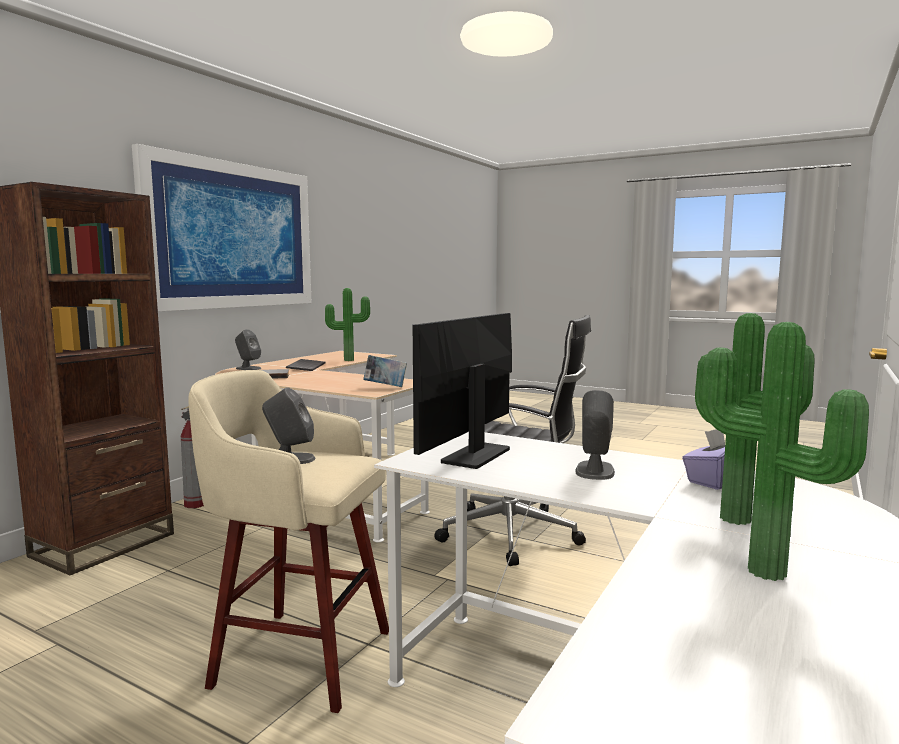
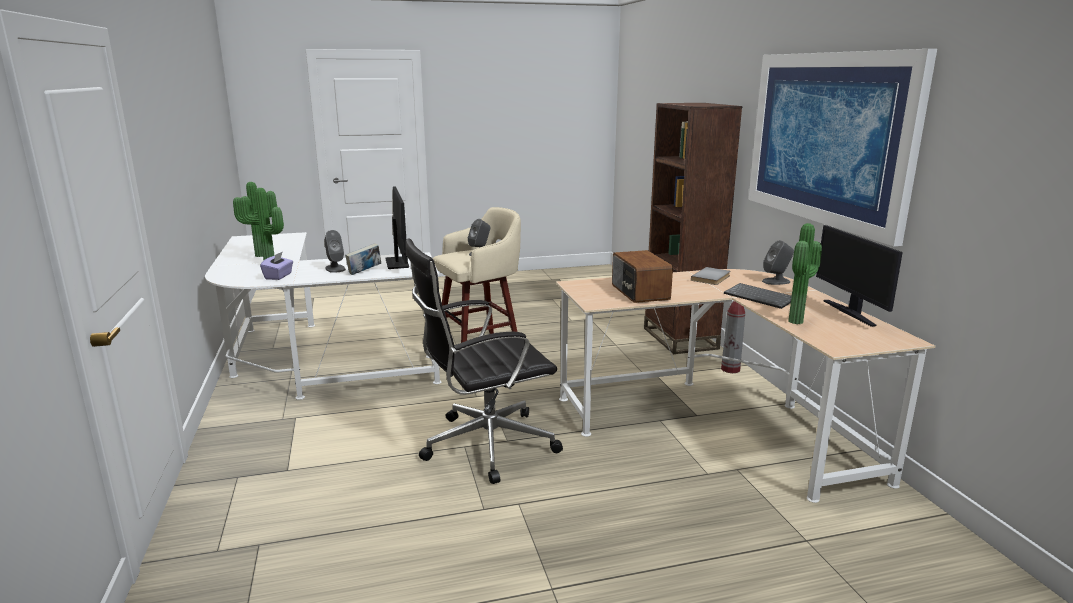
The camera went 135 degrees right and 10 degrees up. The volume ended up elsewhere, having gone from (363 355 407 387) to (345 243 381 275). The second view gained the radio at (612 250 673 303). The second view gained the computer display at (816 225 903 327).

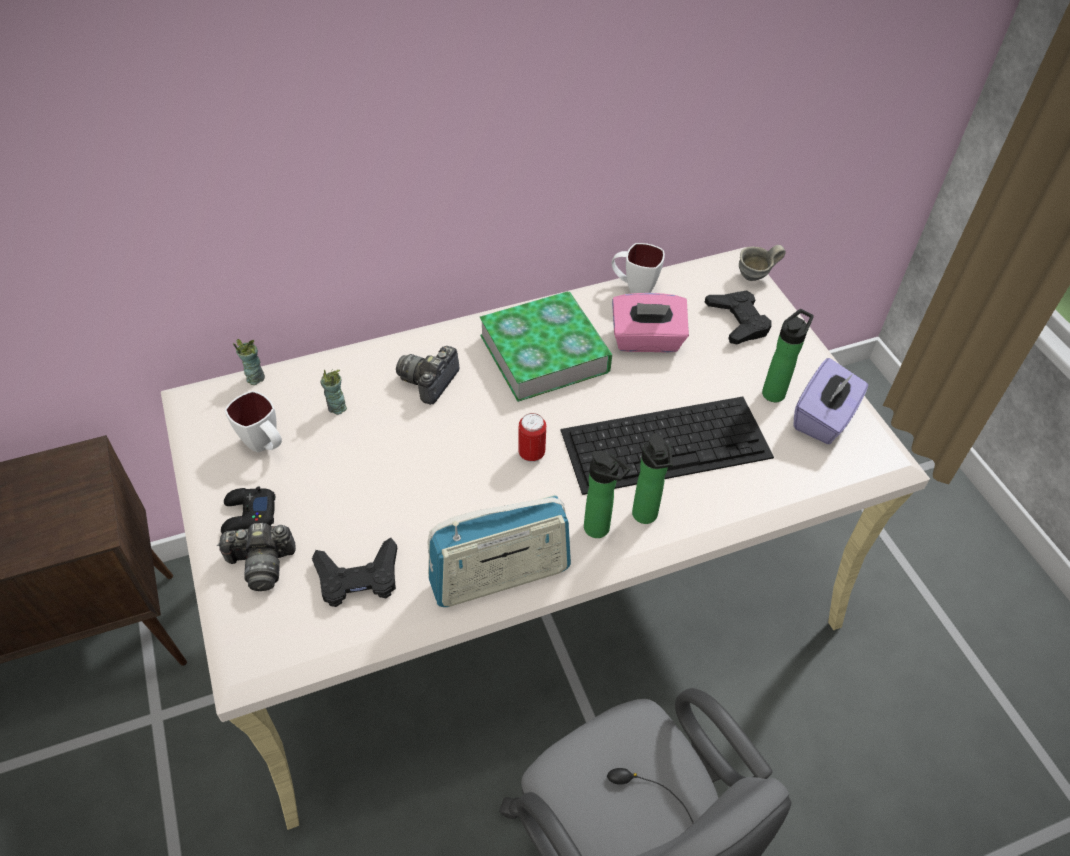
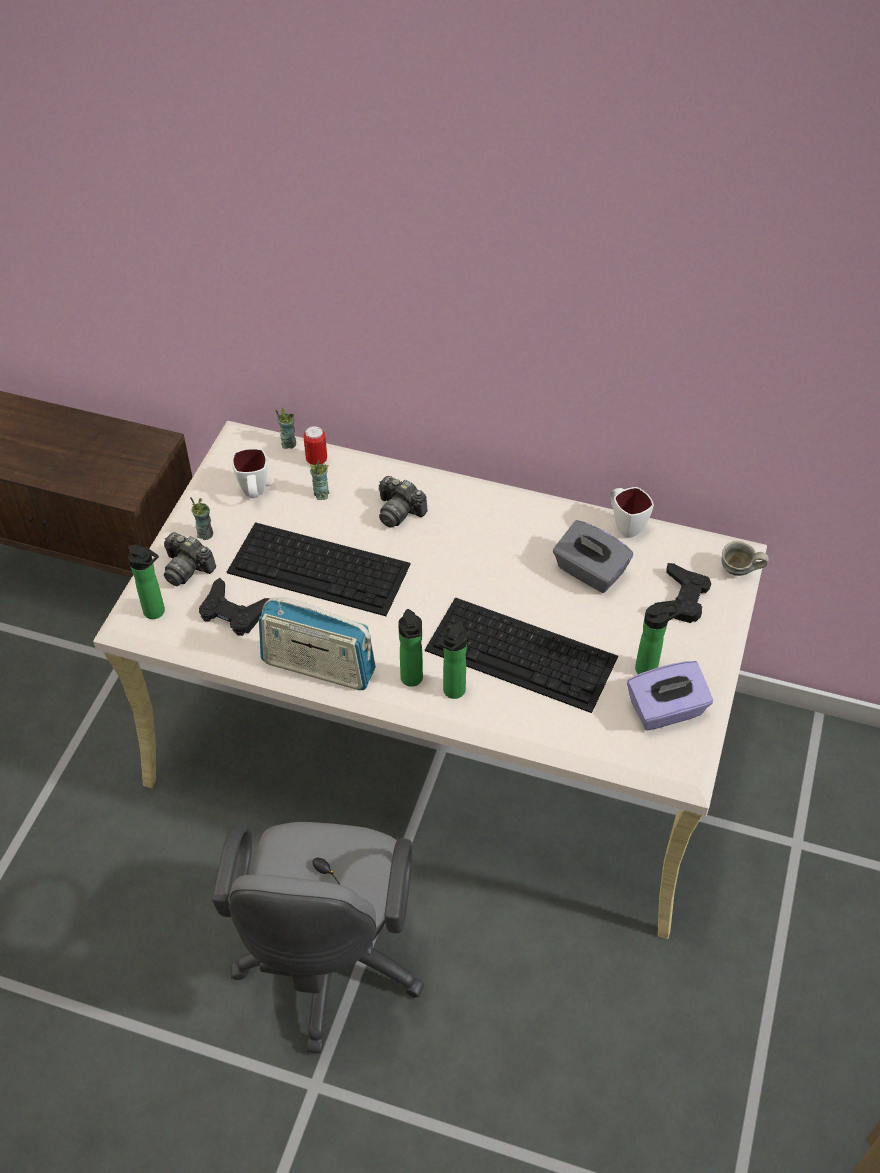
The camera went 40 degrees right and 0 degrees up. Where the joypad (black) stood at (221 486 275 534), the cup came to stand at (190 497 213 540). The still camera at (396 346 459 405) ended up facing another way, 120 degrees counterclockwise from before. The second view lost the volume at (480 291 612 402). The sealed can ended up elsewhere, having gone from (518 413 546 462) to (304 426 327 465). What was the tissue box (pink-coloured) at (612 293 689 352) turned into the tissue box (gray) at (553 520 633 593). The second view gained the beverage bottle at (128 545 165 619). The second view gained the keyboard at (227 522 411 616).

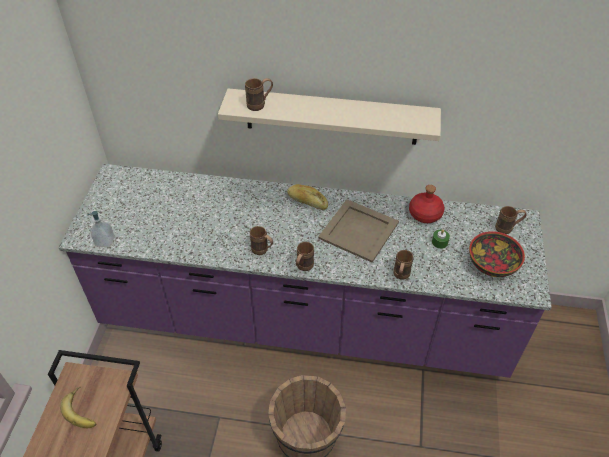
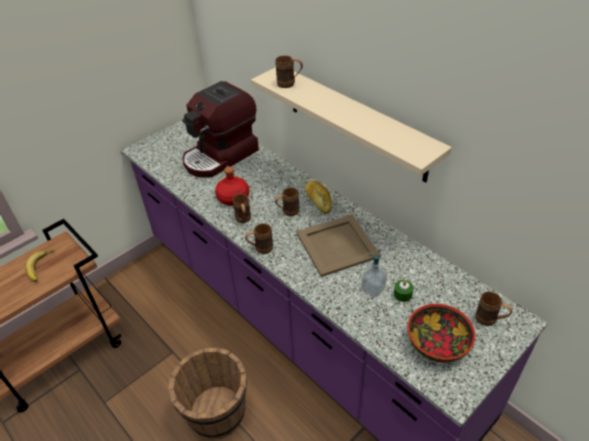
The camera went 40 degrees right and 5 degrees down. The soap bottle ended up elsewhere, having gone from (88 211 114 247) to (361 254 387 297). The mug (brown) ended up elsewhere, having gone from (394 250 414 280) to (275 187 299 216). The beverage bottle (red) ended up elsewhere, having gone from (409 185 444 223) to (215 167 249 206). The second view gained the coffee maker at (182 81 259 178).

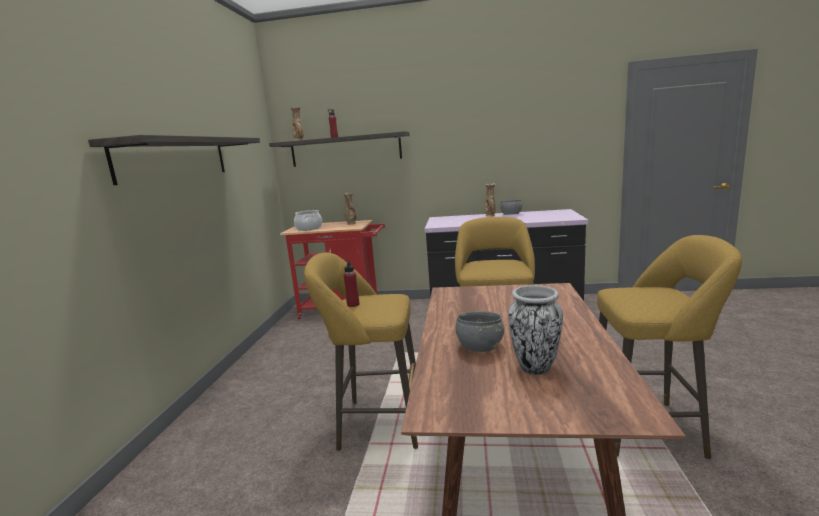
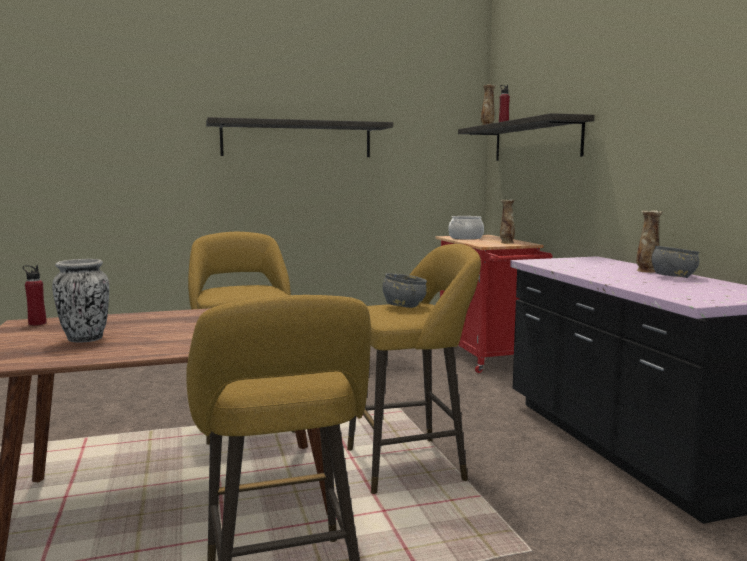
The camera went 65 degrees right and 5 degrees down. The beverage bottle (red) ended up elsewhere, having gone from (344 260 359 307) to (23 265 46 326). The serving bowl (gray) ended up elsewhere, having gone from (456 311 504 352) to (382 273 427 308).

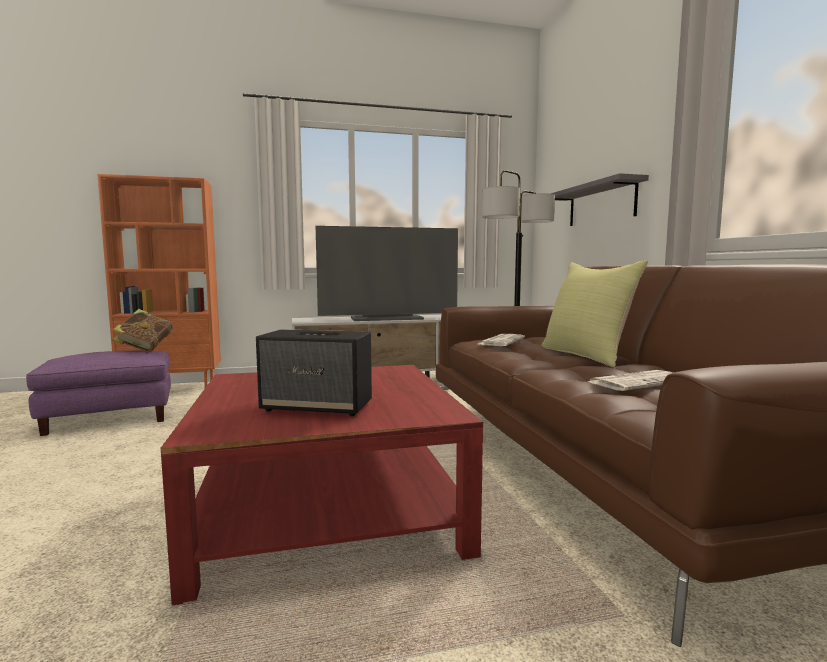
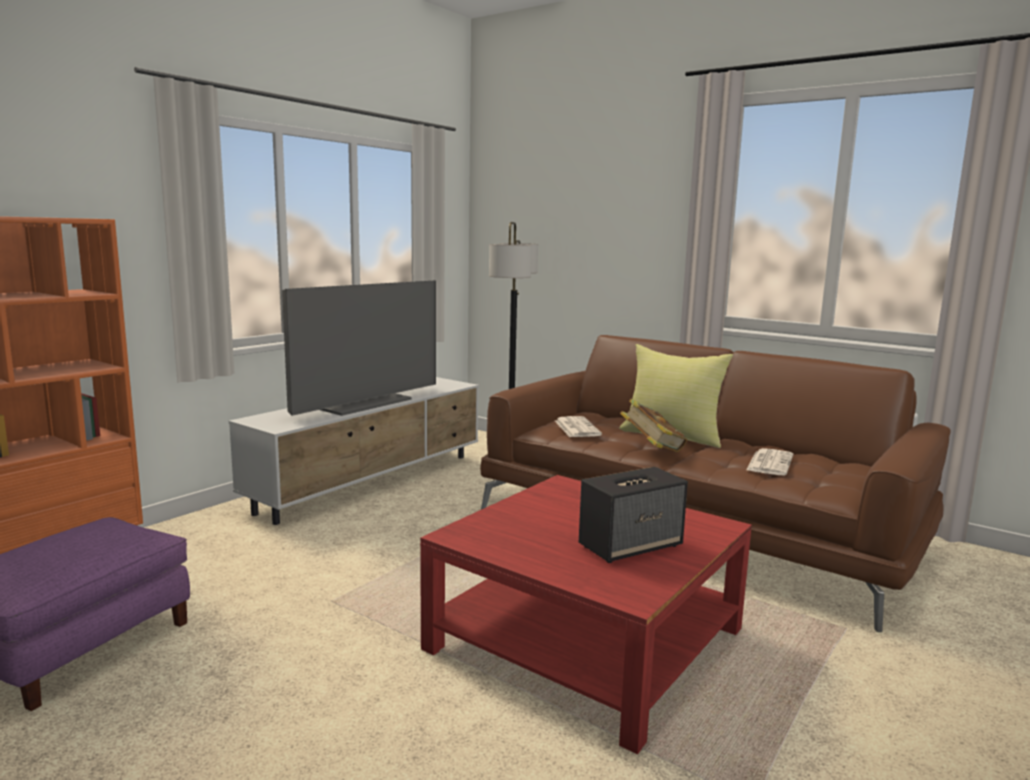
The camera went 40 degrees left and 5 degrees up. The volume ended up elsewhere, having gone from (112 309 173 352) to (620 399 687 452). The second view lost the bracket shelf (gray) at (550 173 649 226).

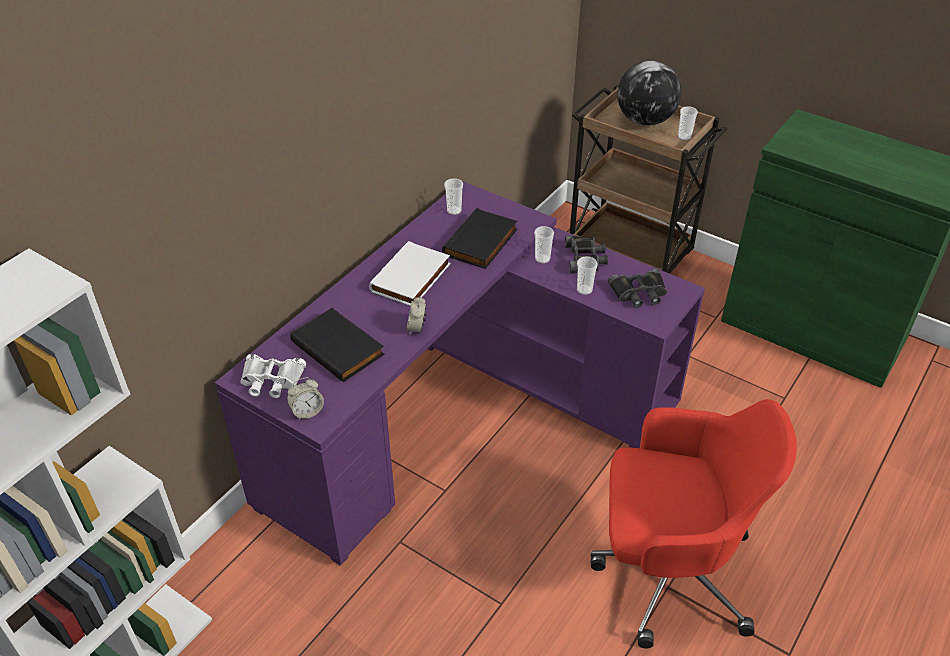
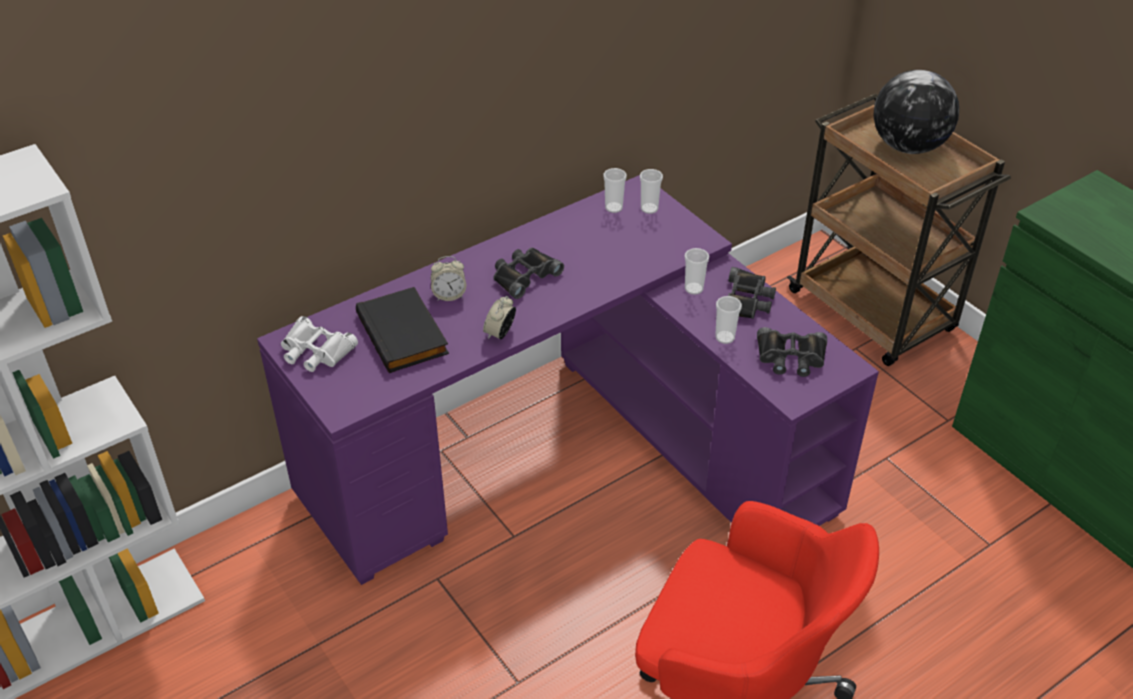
The camera went 20 degrees right and 0 degrees up. The alarm clock ended up elsewhere, having gone from (287 377 324 419) to (431 256 466 301). Where the volume (white-coloured) stood at (369 241 450 306), the binoculars (black) came to stand at (493 247 564 299). The second view lost the volume (black) at (442 208 517 269). The cup ended up elsewhere, having gone from (678 106 698 141) to (640 169 663 214).

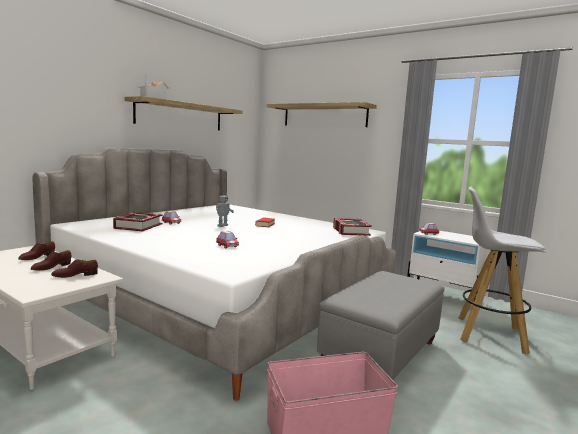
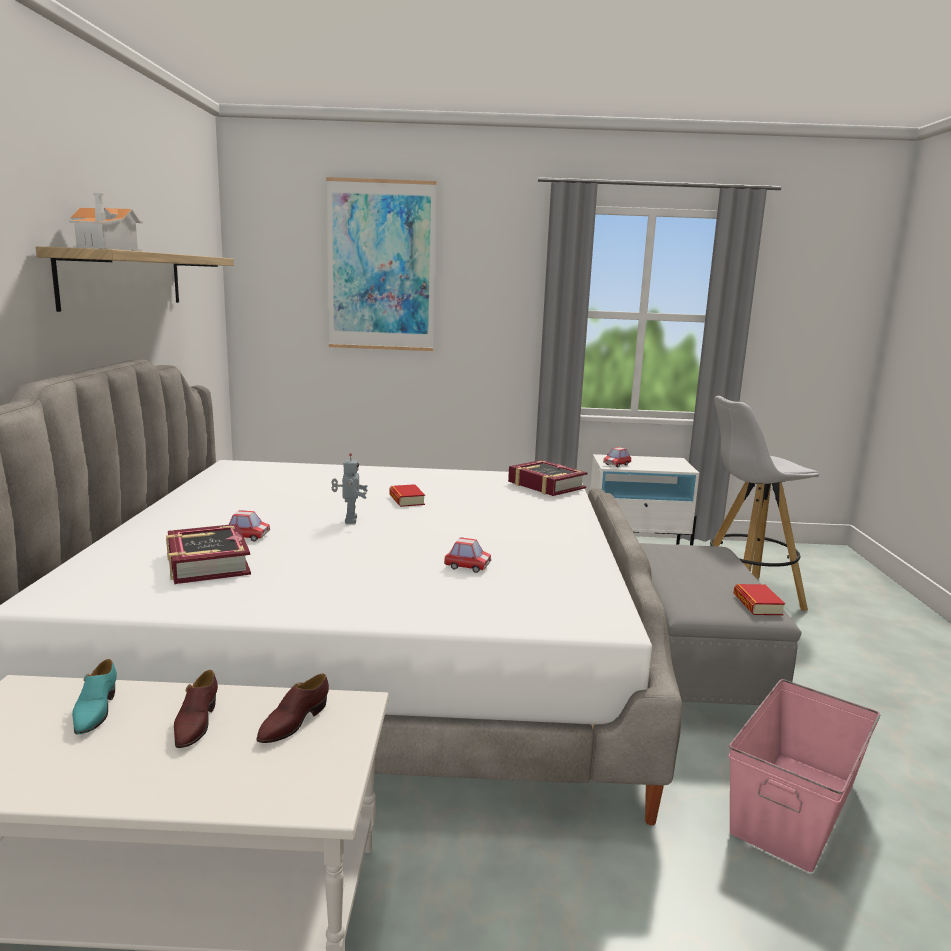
The camera went 35 degrees left and 5 degrees up. What was the shoe (brown) at (18 241 55 260) turned into the shoe (blue-green) at (72 659 117 735). Where the bracket shelf hung at (267 102 377 127), the wall picture came to hang at (326 177 437 351). The second view gained the volume at (734 584 785 615).

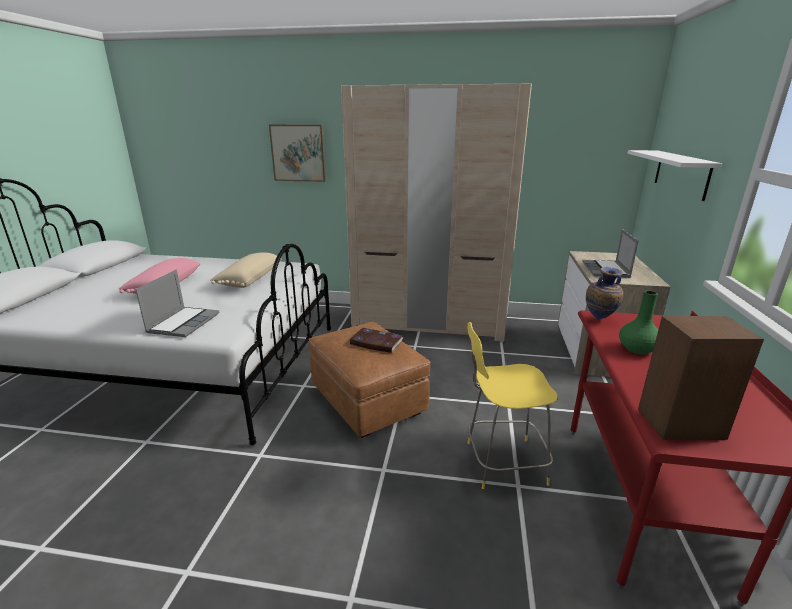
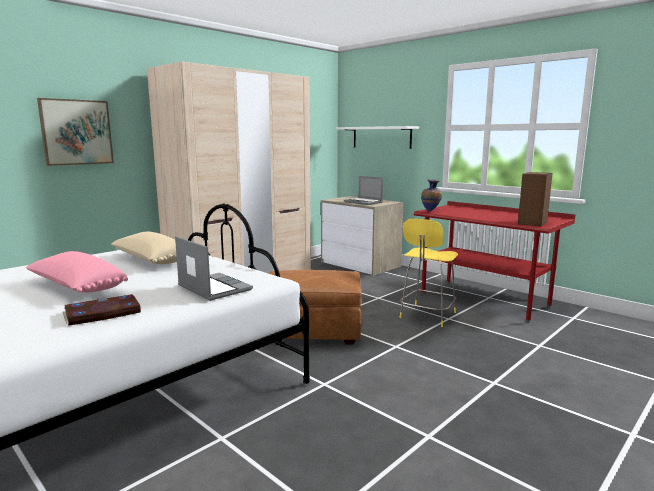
The camera went 55 degrees left and 10 degrees down. The volume ended up elsewhere, having gone from (349 328 403 353) to (63 294 142 326). The second view lost the flower vase (greenish) at (619 290 658 355).

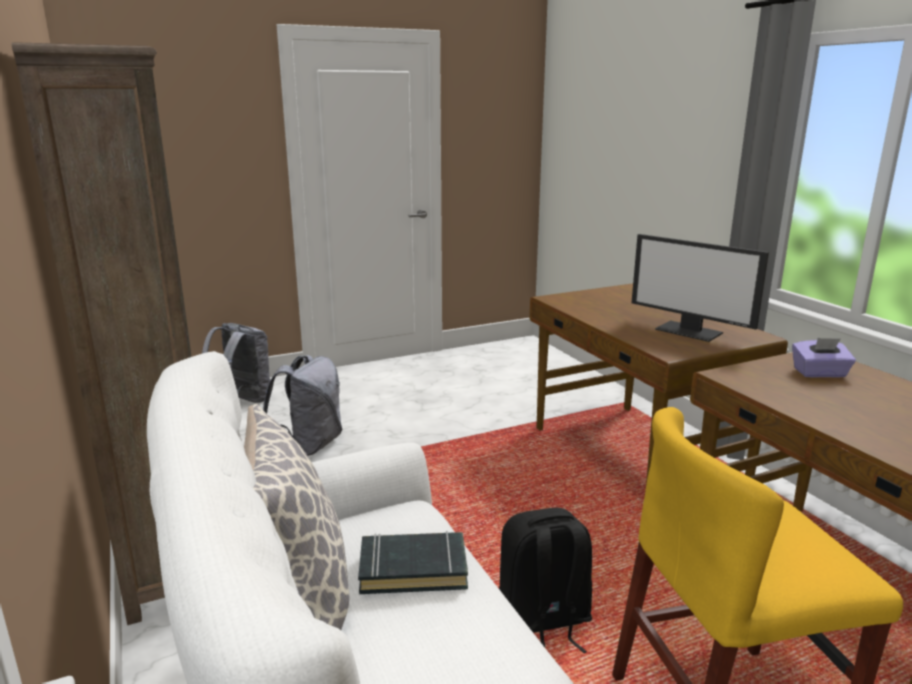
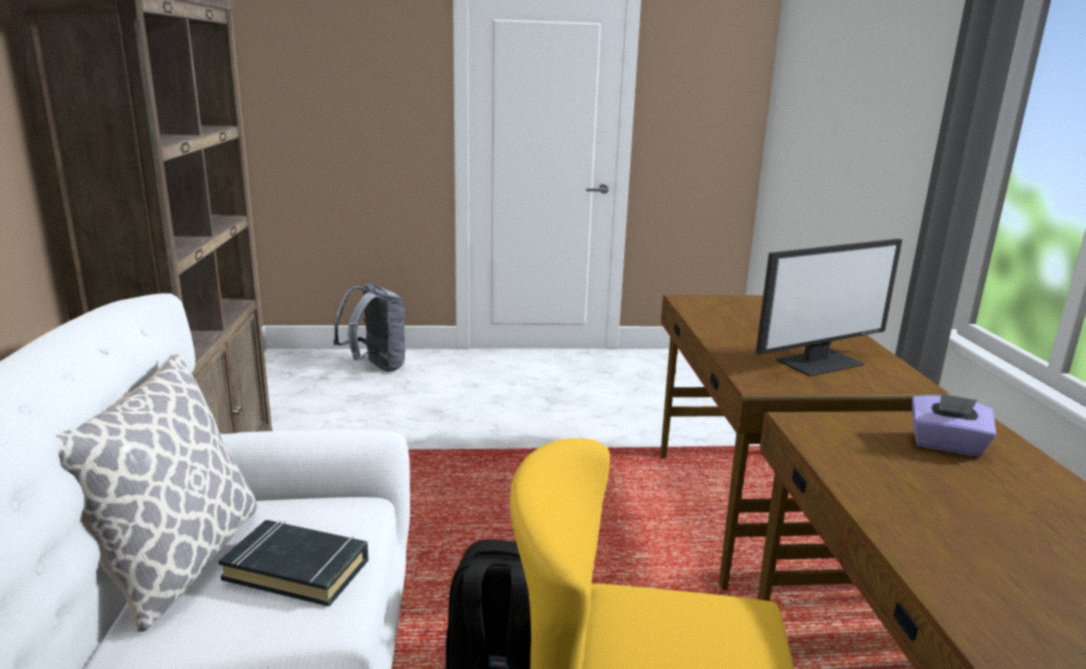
The camera went 20 degrees right and 0 degrees up. The second view lost the rucksack (gray) at (263 355 342 456). The computer display at (632 234 769 342) ended up facing another way, 90 degrees counterclockwise from before.

